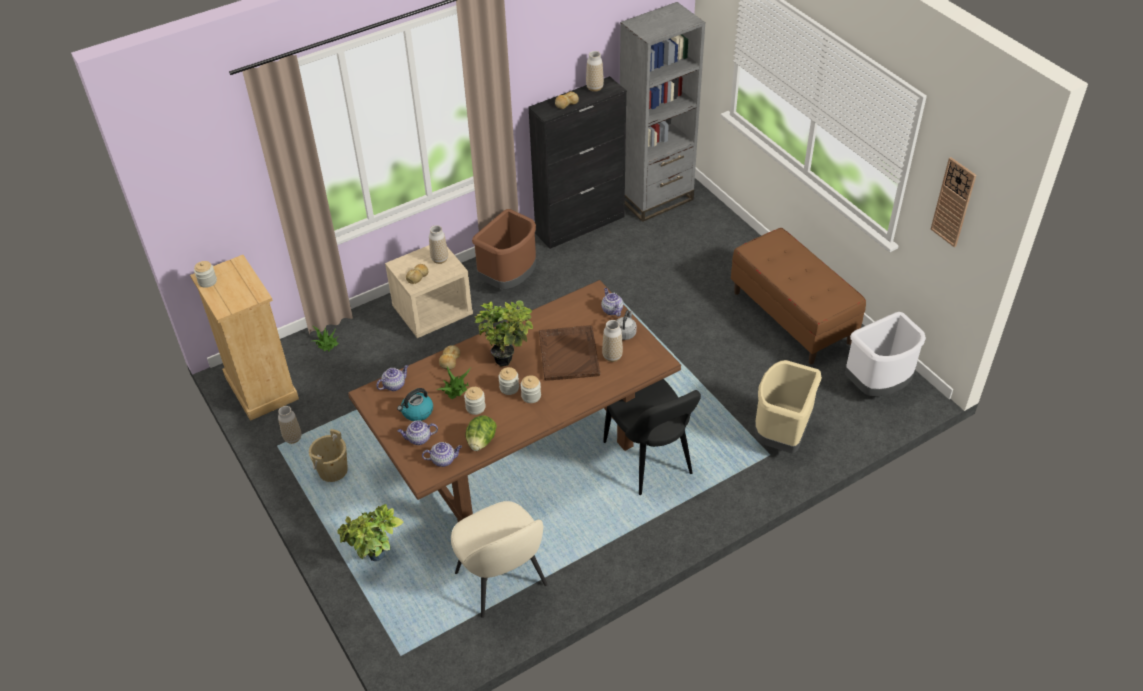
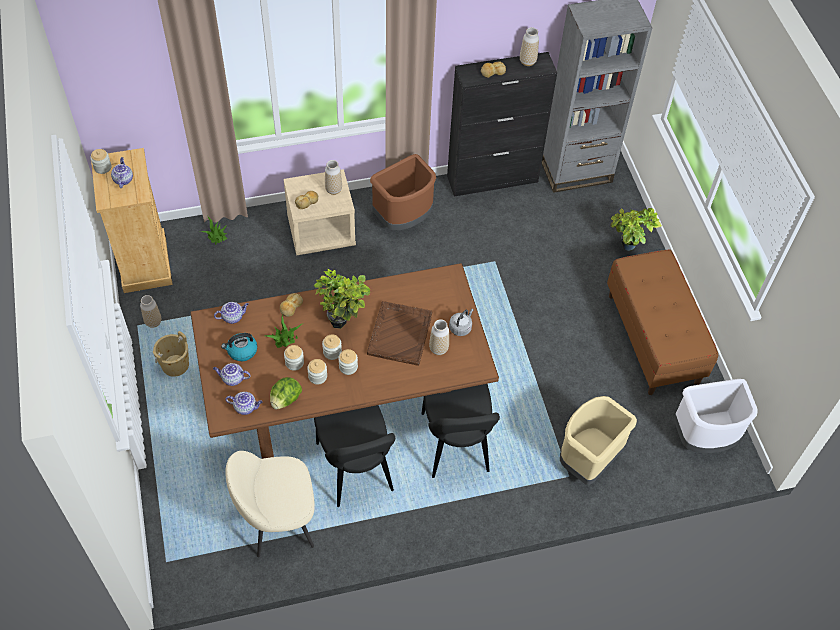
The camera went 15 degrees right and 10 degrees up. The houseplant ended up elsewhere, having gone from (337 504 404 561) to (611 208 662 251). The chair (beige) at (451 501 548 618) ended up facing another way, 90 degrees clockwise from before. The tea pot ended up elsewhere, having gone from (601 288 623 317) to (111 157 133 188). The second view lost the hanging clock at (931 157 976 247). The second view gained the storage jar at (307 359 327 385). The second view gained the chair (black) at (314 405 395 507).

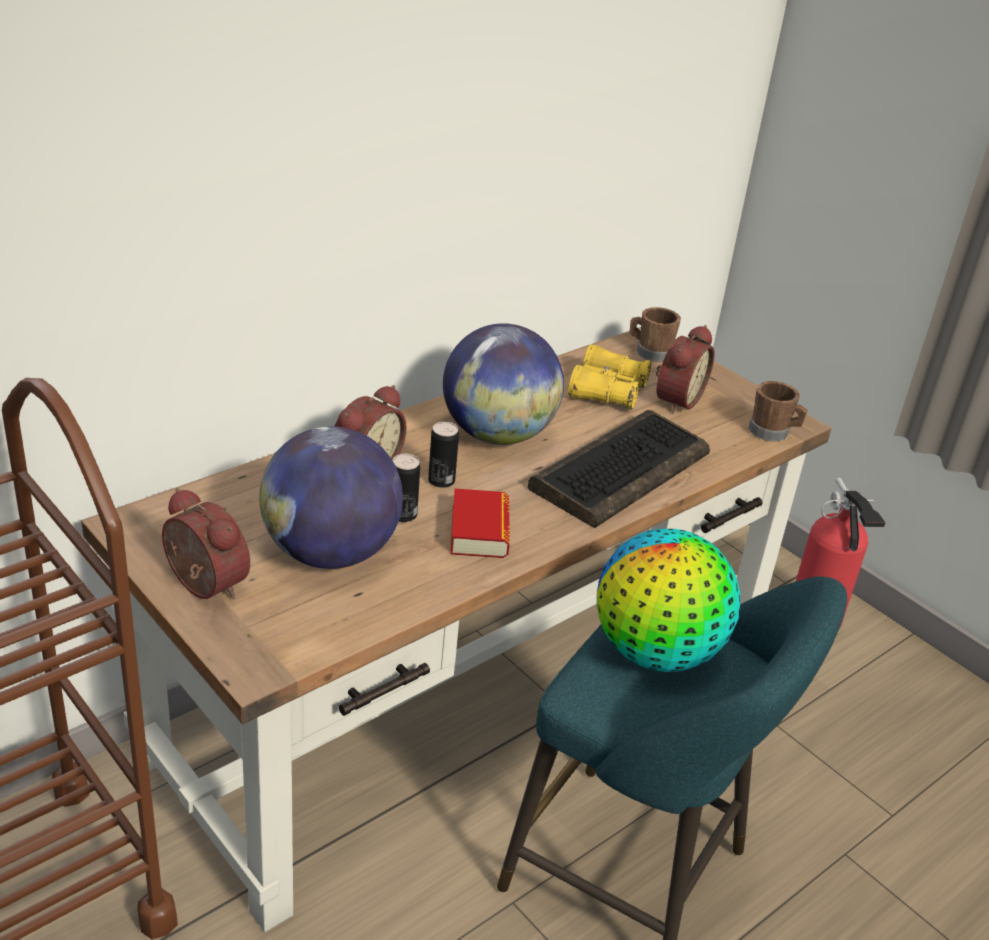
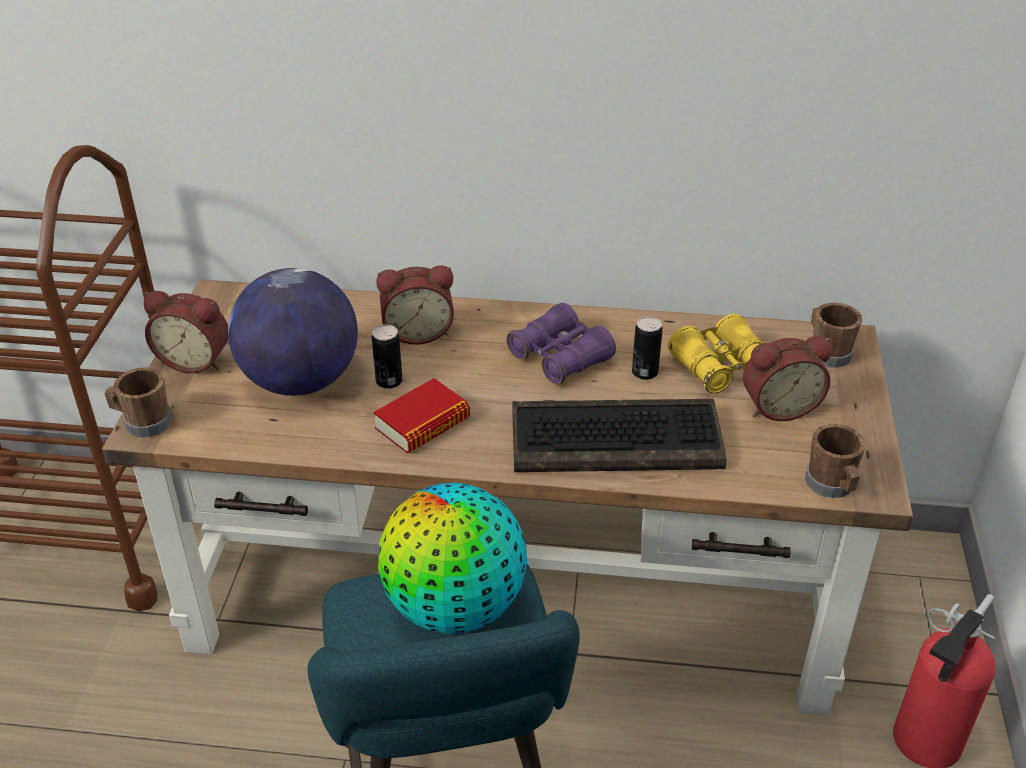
The camera went 50 degrees right and 5 degrees up. The alarm clock at (162 488 250 599) ended up facing another way, 105 degrees clockwise from before. The sealed can ended up elsewhere, having gone from (428 422 459 488) to (632 316 663 380). Where the globe stood at (443 323 564 445), the binoculars (purple) came to stand at (506 303 616 385). The second view gained the mug (brown) at (104 367 172 438).

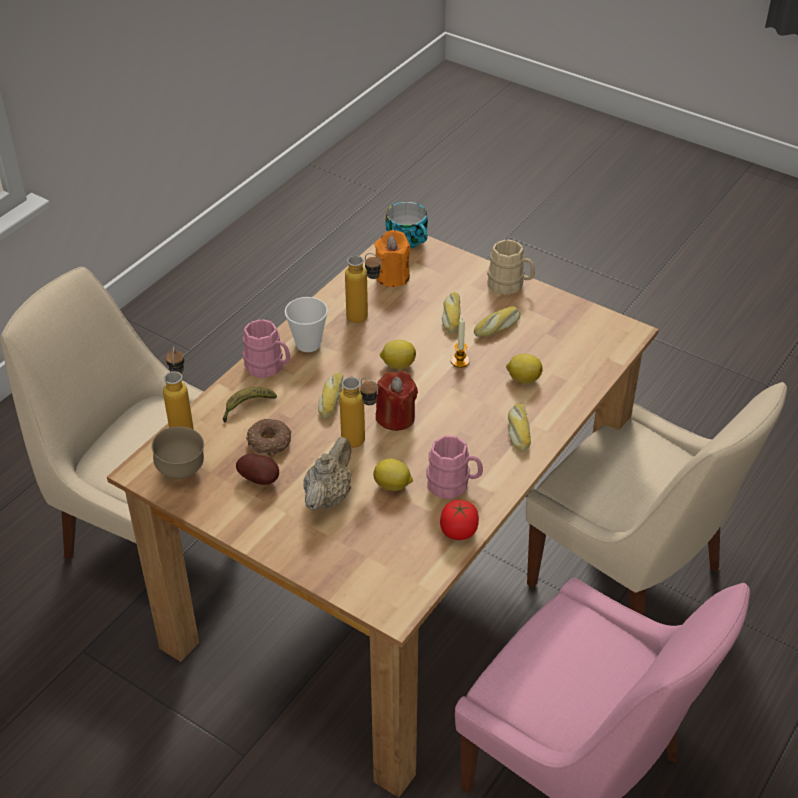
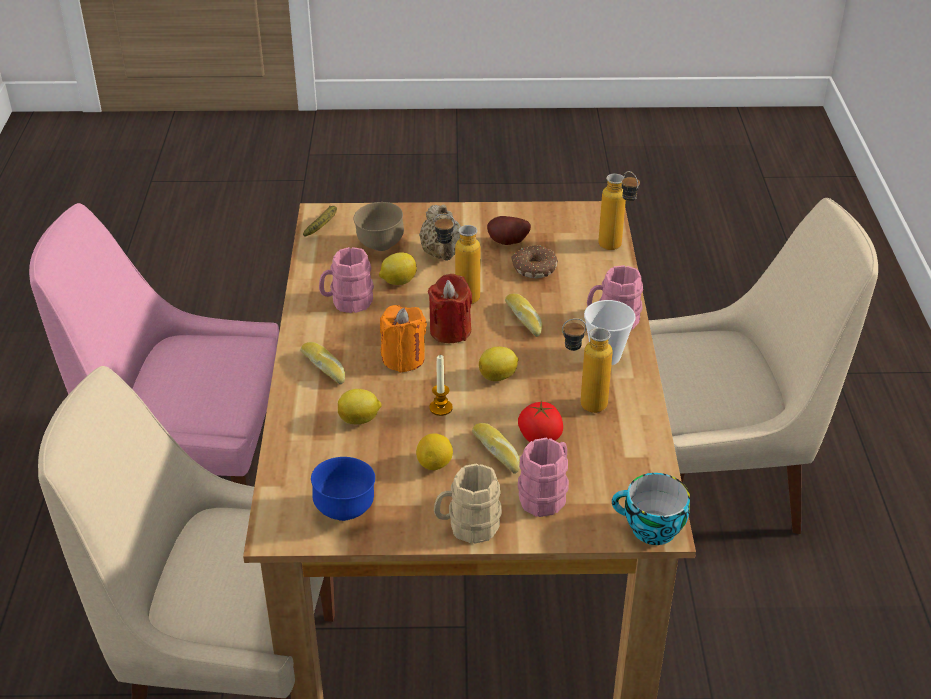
The camera went 145 degrees right and 5 degrees down. The serving bowl (brown) ended up elsewhere, having gone from (151 426 204 479) to (354 202 404 251). The banana fruit ended up elsewhere, having gone from (223 387 277 423) to (303 206 337 237). The wax candle (orange-coloured) ended up elsewhere, having gone from (374 230 410 287) to (380 305 427 373). The tomato ended up elsewhere, having gone from (440 500 479 540) to (518 400 563 442). Where the bakery bread stood at (474 306 520 337), the whole lemon came to stand at (416 434 453 470). The second view gained the serving bowl (blue-coloured) at (311 457 375 521). The second view gained the mug (pink-coloured) at (518 438 569 517).

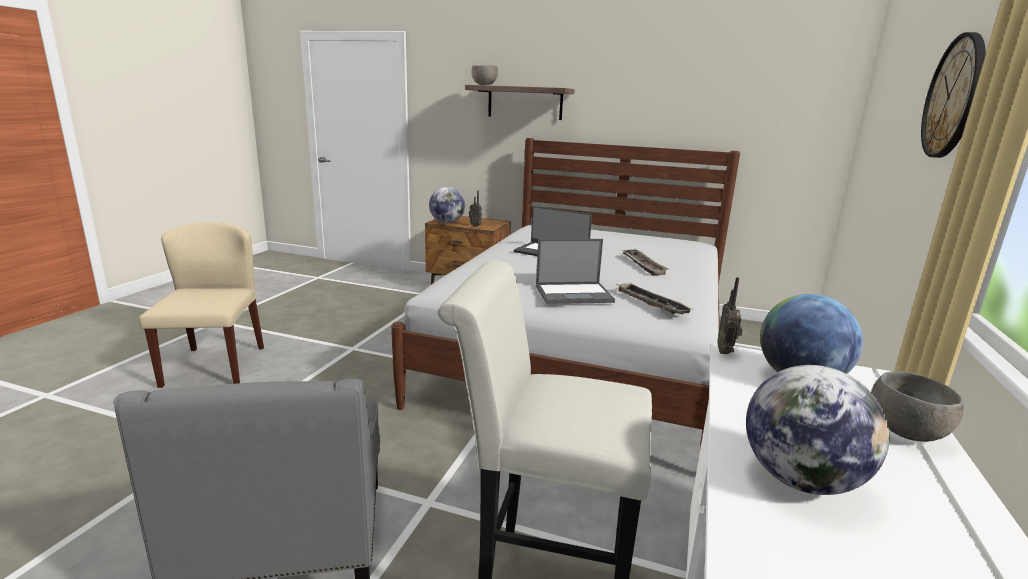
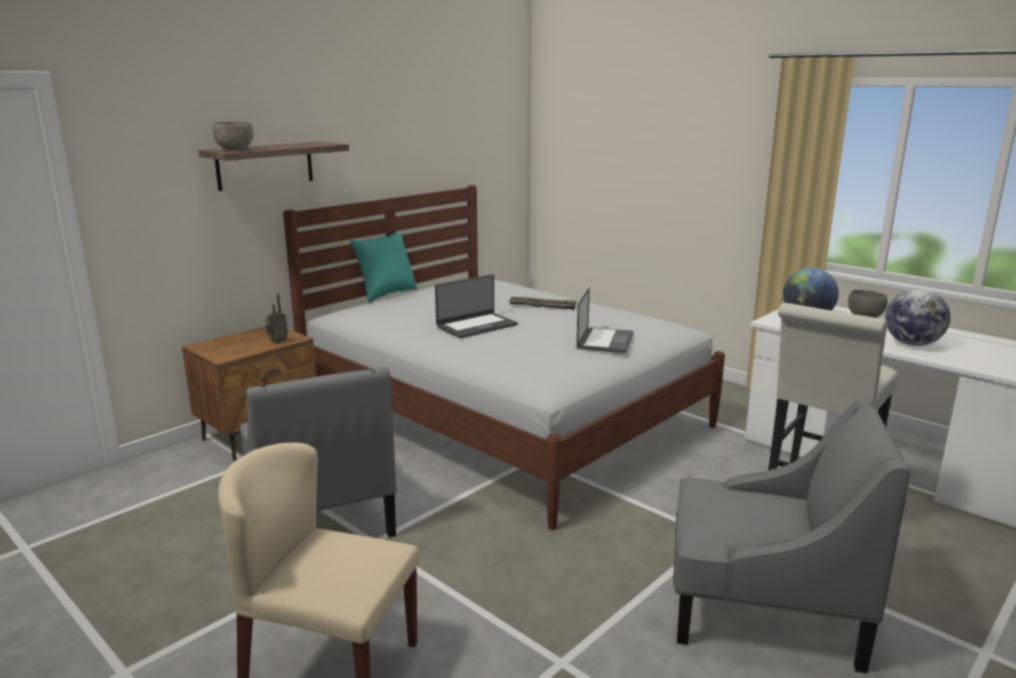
The camera went 65 degrees left and 0 degrees up. The second view lost the globe at (429 187 465 223). The second view lost the serving tray at (616 283 692 314). The second view lost the radio at (717 277 743 354). The second view lost the hanging clock at (921 32 986 158). The second view gained the lounge chair (gray) at (240 367 397 538). The second view gained the cushion (blue-green) at (350 232 418 303).

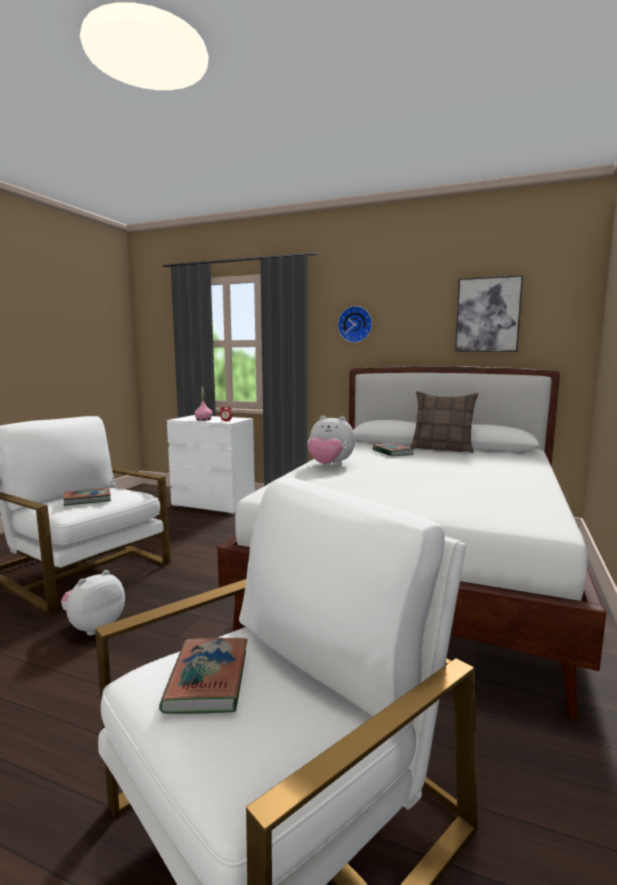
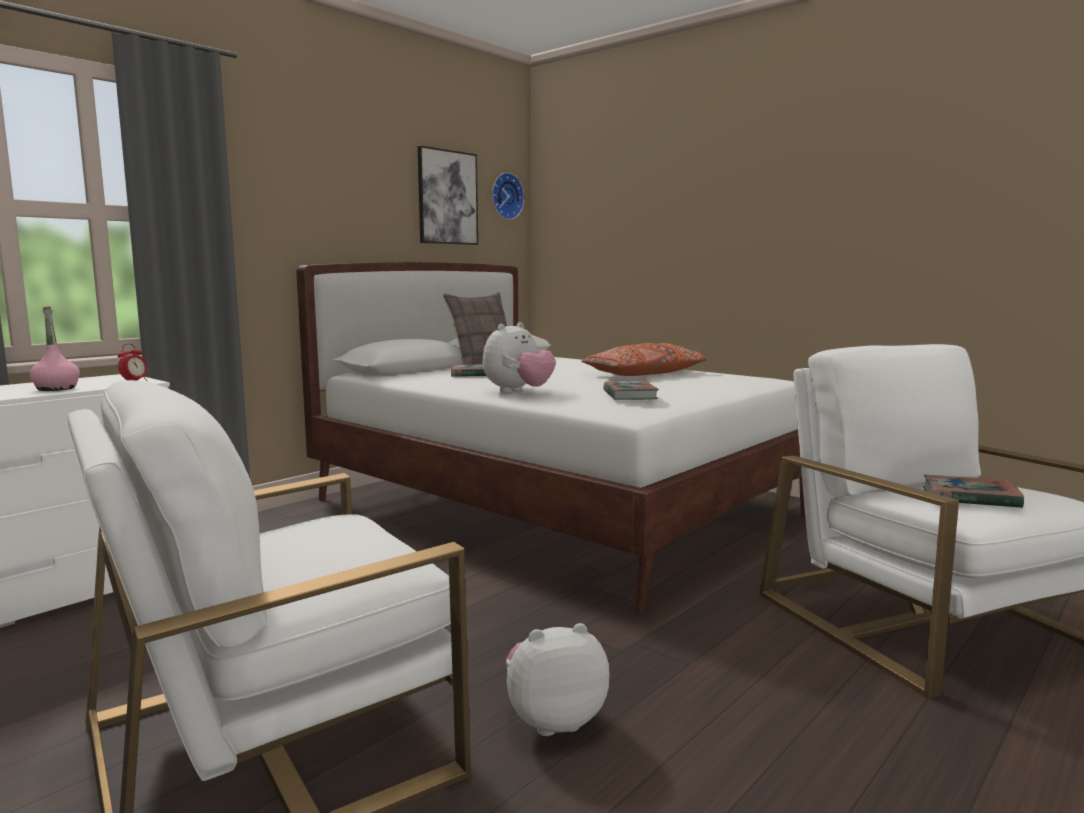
The camera went 70 degrees left and 0 degrees up. The plush toy at (61 570 125 635) ended up facing another way, 105 degrees clockwise from before. The volume ended up elsewhere, having gone from (63 488 111 506) to (603 380 659 400). The hanging clock ended up elsewhere, having gone from (338 306 372 343) to (492 172 524 220). The second view gained the cushion (orange-coloured) at (581 343 708 376).

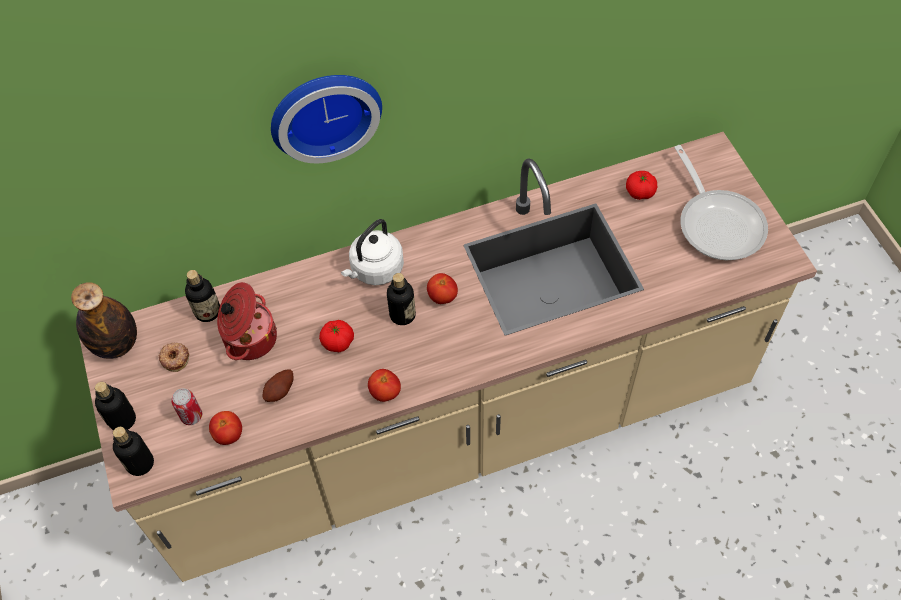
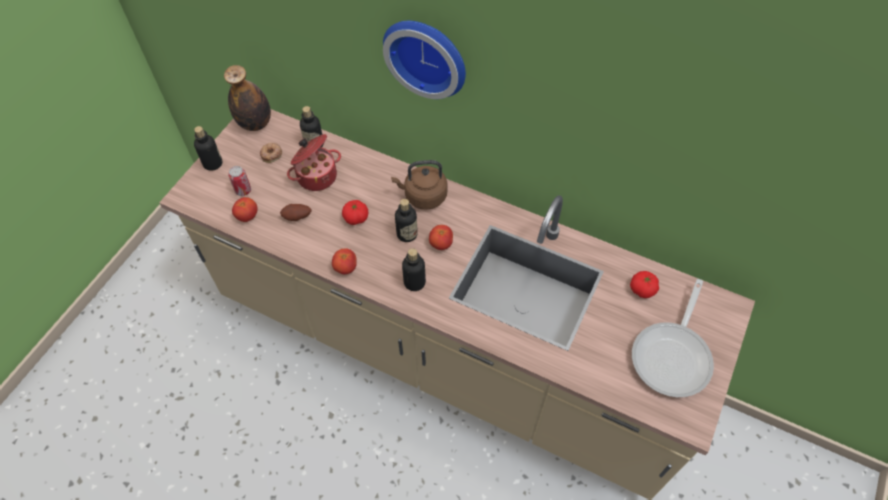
The camera went 45 degrees right and 0 degrees up. The beverage bottle ended up elsewhere, having gone from (113 427 154 476) to (402 248 426 291). What was the kettle (white-coloured) at (341 219 404 285) turned into the kettle (brown) at (391 160 447 210).

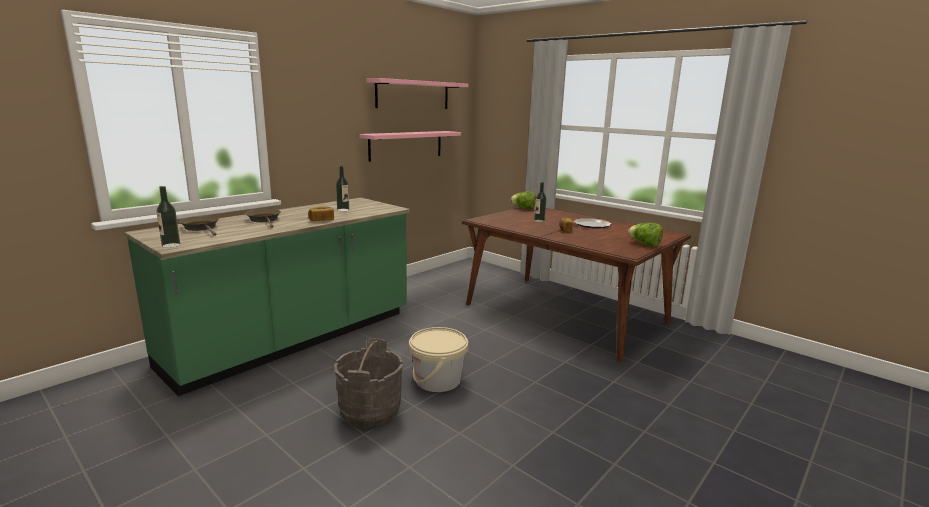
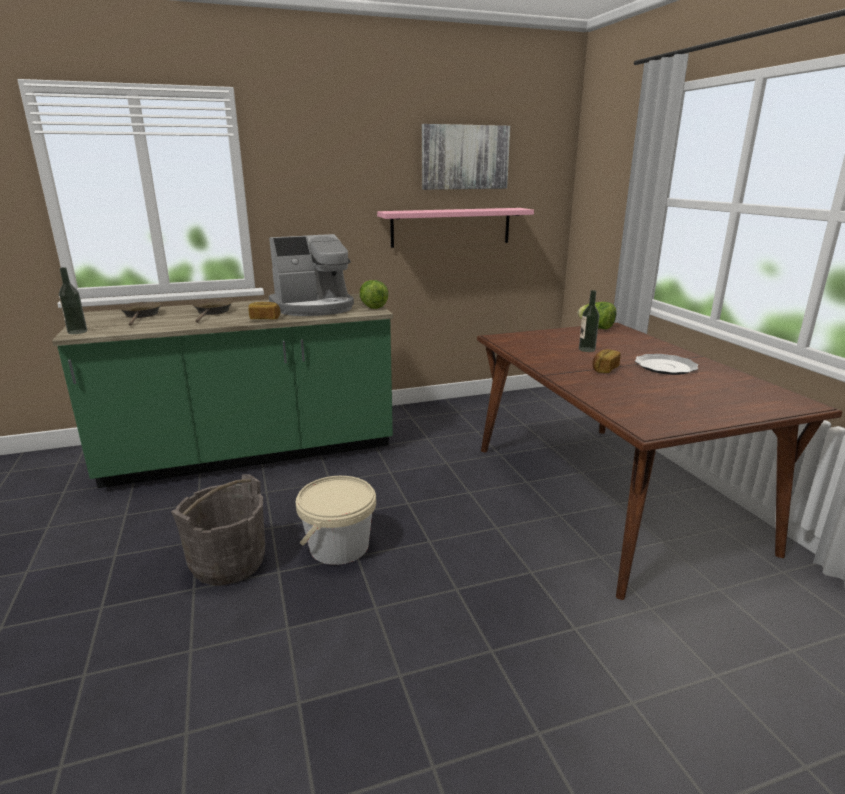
The camera went 30 degrees right and 5 degrees up. Where the beverage bottle stood at (336 166 349 211), the coffee maker came to stand at (269 234 354 316). Where the bracket shelf (pink-coloured) hung at (366 78 469 109), the wall picture came to hang at (422 124 510 190). The lettuce ended up elsewhere, having gone from (628 223 663 247) to (360 280 388 309).

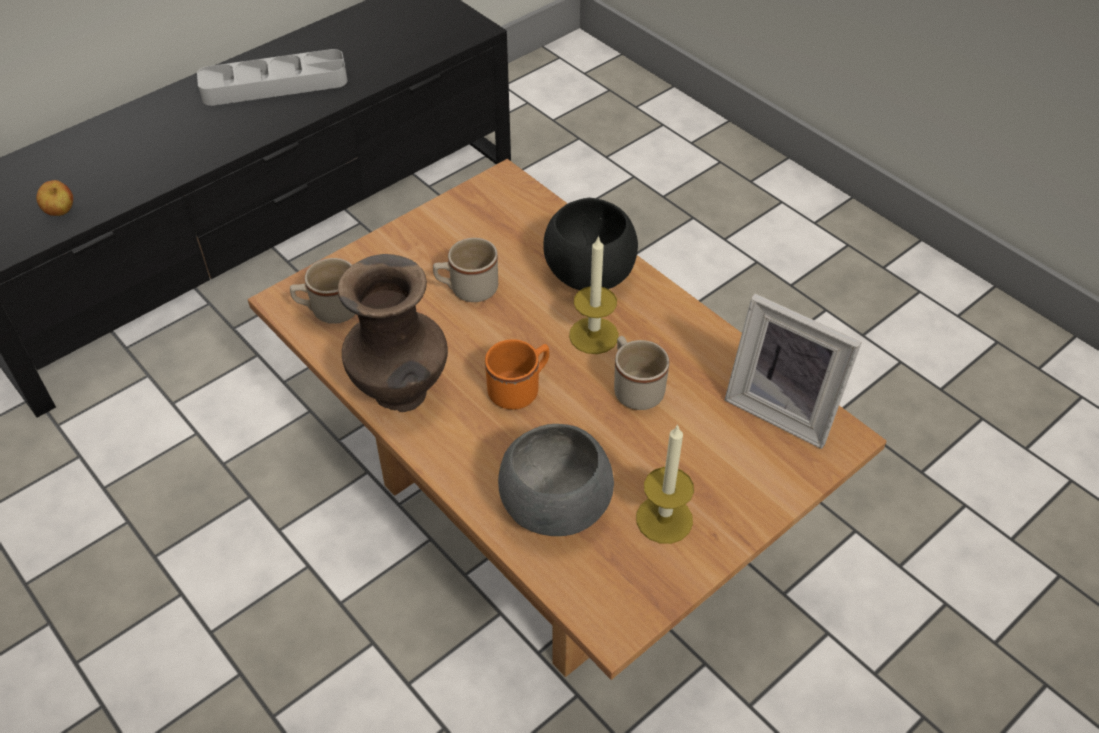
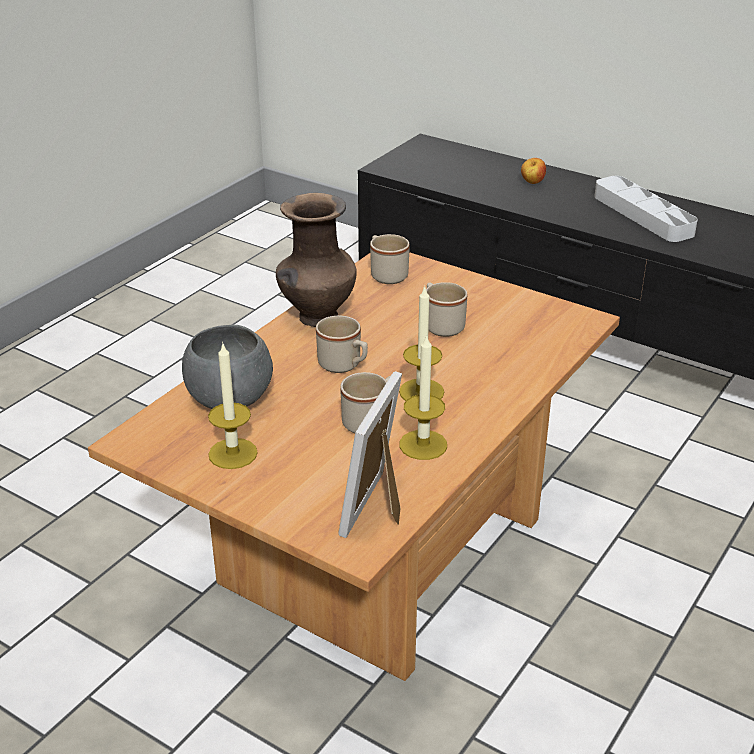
The camera went 75 degrees right and 15 degrees down. The apple fruit ended up elsewhere, having gone from (36 180 73 216) to (521 158 546 184). What was the mug (orange-coloured) at (485 339 549 410) turned into the mug (beige) at (316 316 368 373). The second view lost the serving bowl (black) at (543 198 638 290). The second view gained the wax candle at (399 334 447 460).

